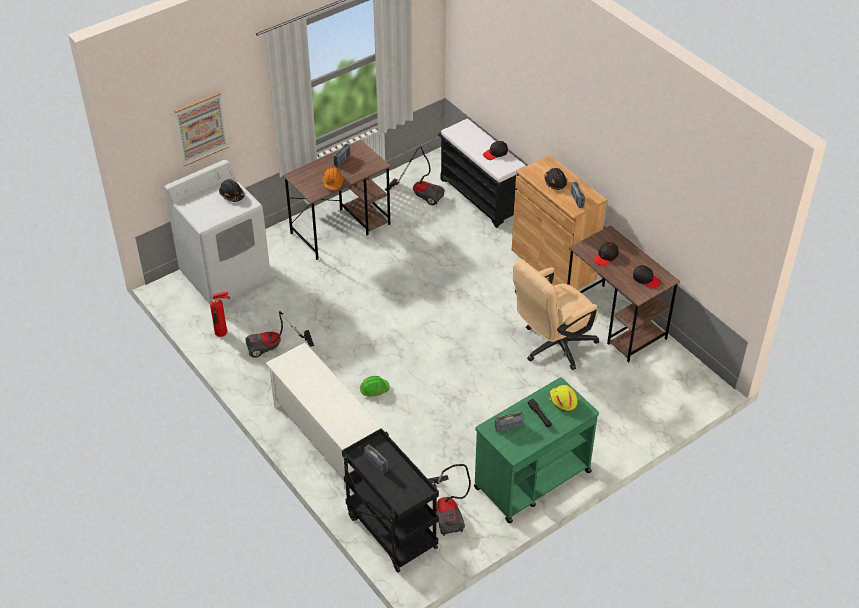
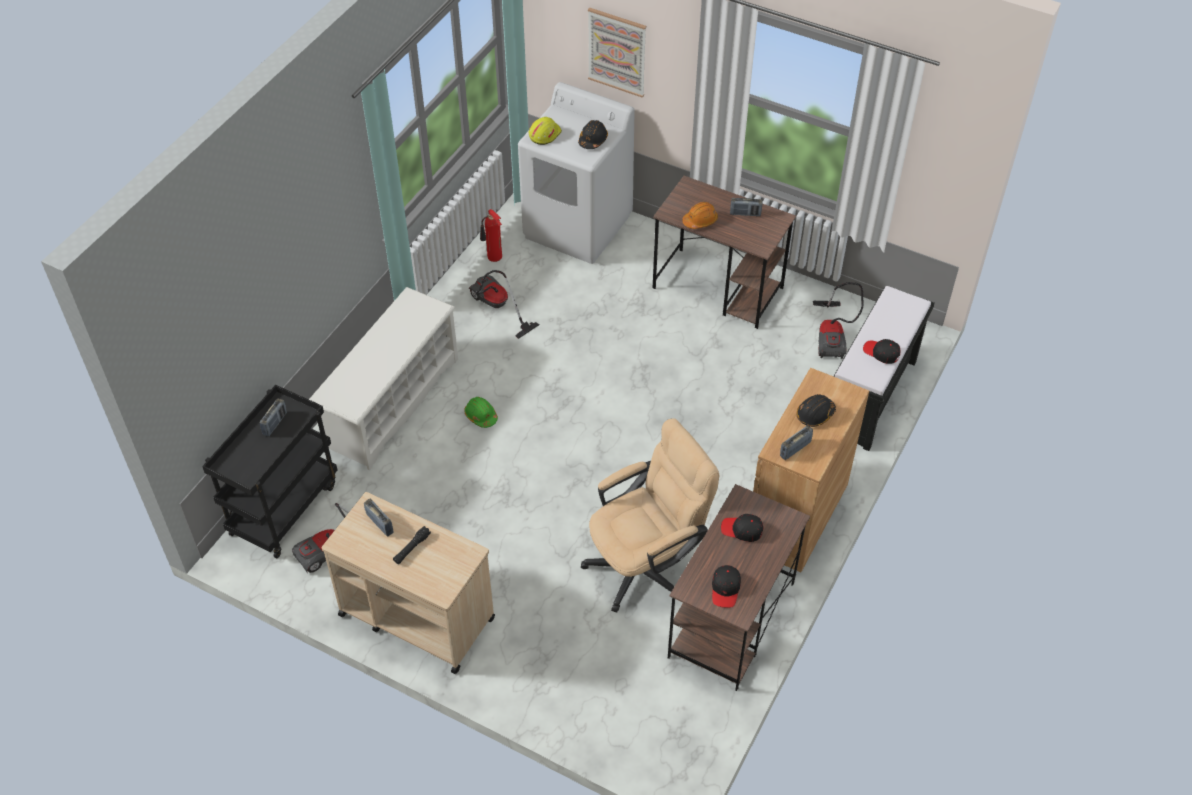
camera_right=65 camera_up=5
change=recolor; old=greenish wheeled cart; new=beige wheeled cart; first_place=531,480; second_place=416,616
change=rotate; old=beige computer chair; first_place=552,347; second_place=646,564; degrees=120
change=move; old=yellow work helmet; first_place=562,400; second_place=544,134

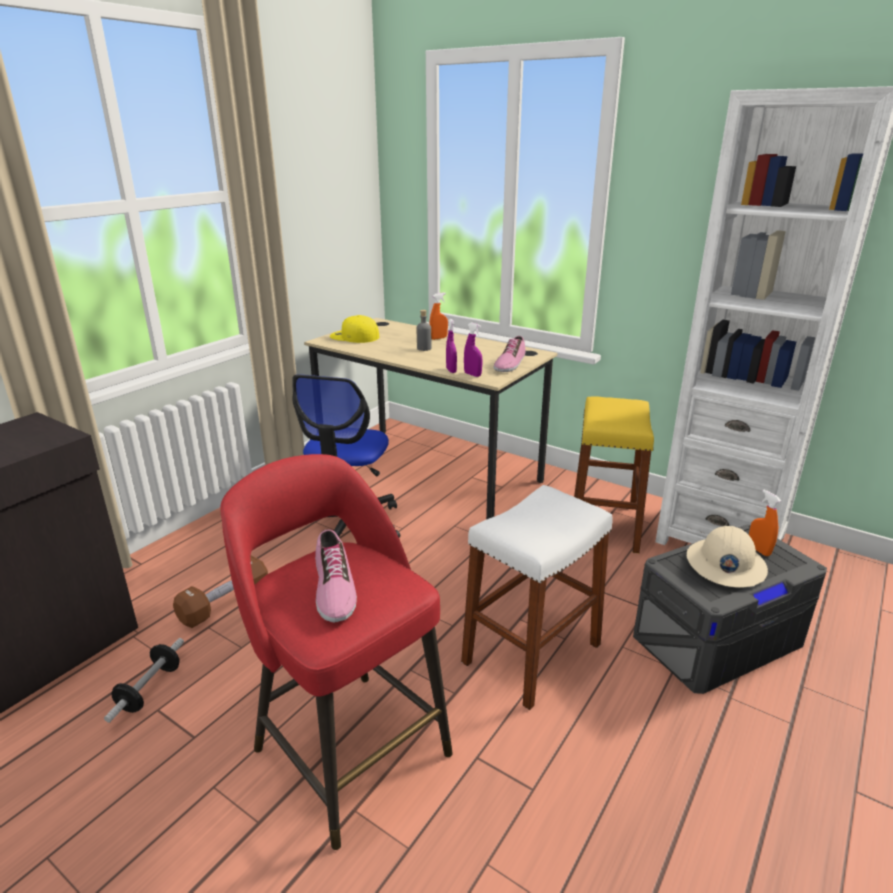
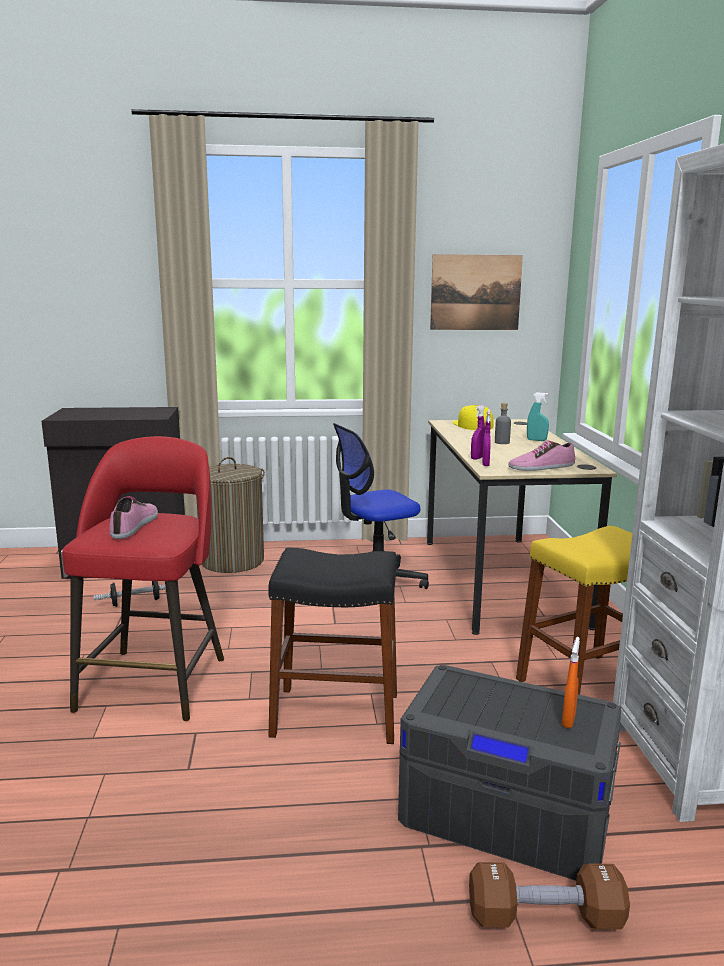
camera_right=50 camera_up=-10
change=move; old=brownish dumbbell; first_place=225,603; second_place=545,917
change=rotate; old=item of footwear; first_place=332,587; second_place=135,525; degrees=150
change=recolor; old=orange spray bottle; new=turquoise spray bottle; first_place=438,338; second_place=536,440
change=recolor; old=white sitting stool; new=blackish sitting stool; first_place=532,653; second_place=336,714
change=delete; old=beige work helmet; first_place=725,564
change=insert; new=hamper; second_place=232,561
change=insert; new=wall art; second_place=475,292

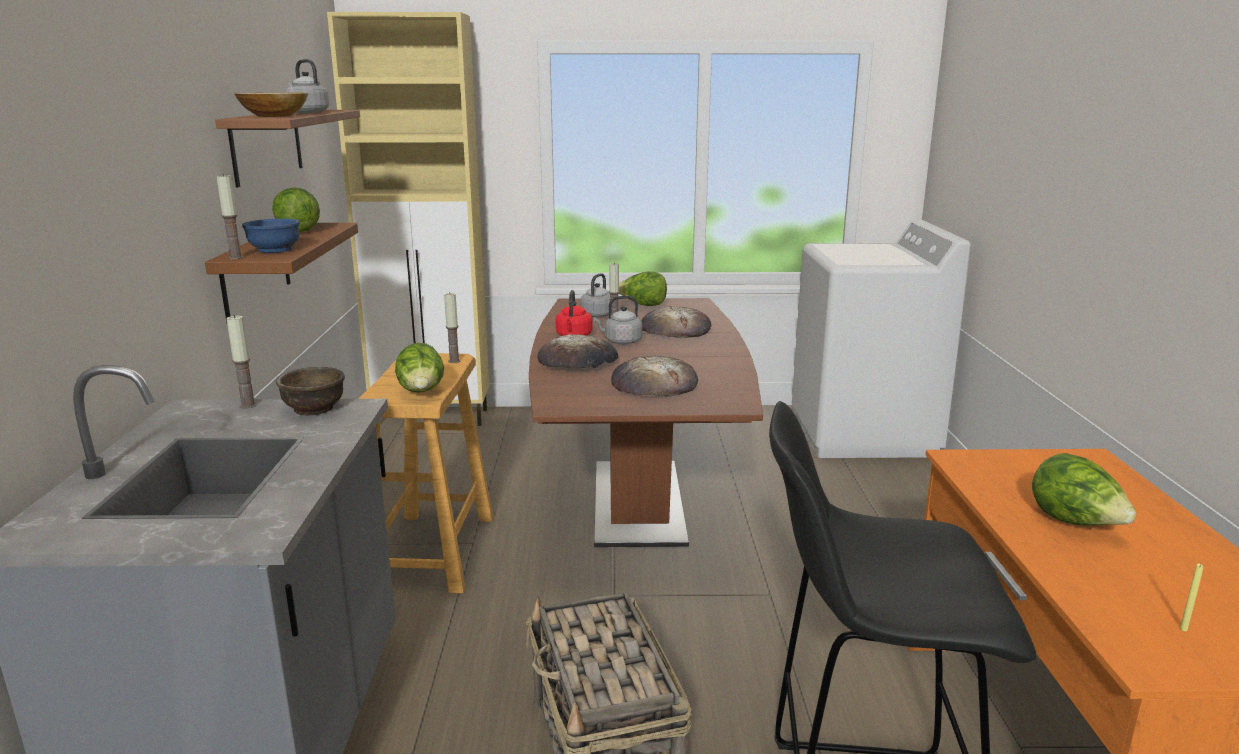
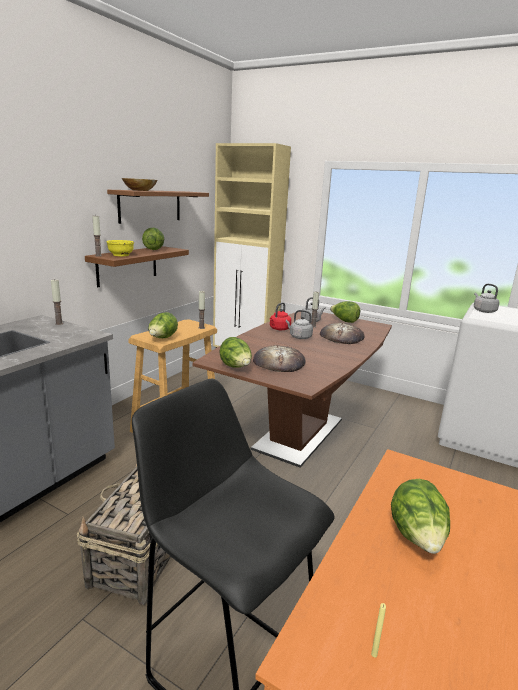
camera_right=30 camera_up=0
change=recolor; old=bluish serving bowl; new=yellow serving bowl; first_place=274,250; second_place=120,255
change=delete; old=brownish serving bowl; first_place=313,408
change=move; old=grey kettle; first_place=307,112; second_place=483,311
change=delete; old=bakery bread; first_place=578,361
change=insert; new=lettuce head; second_place=236,367

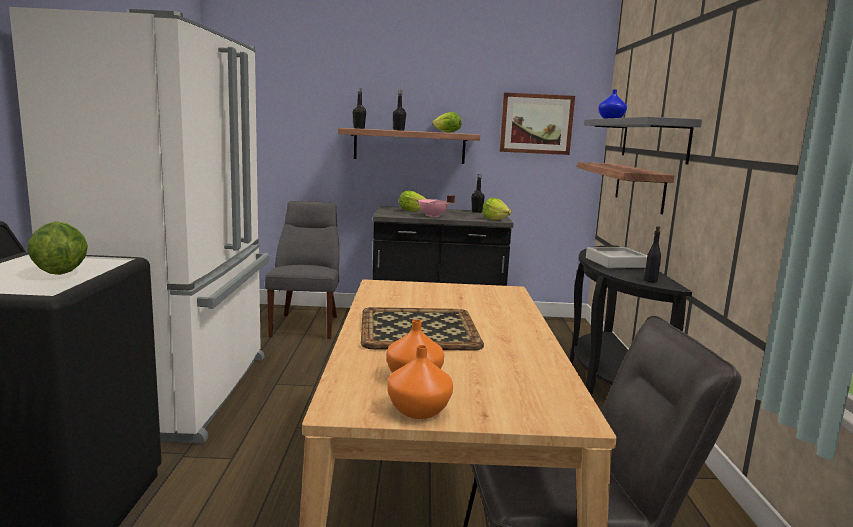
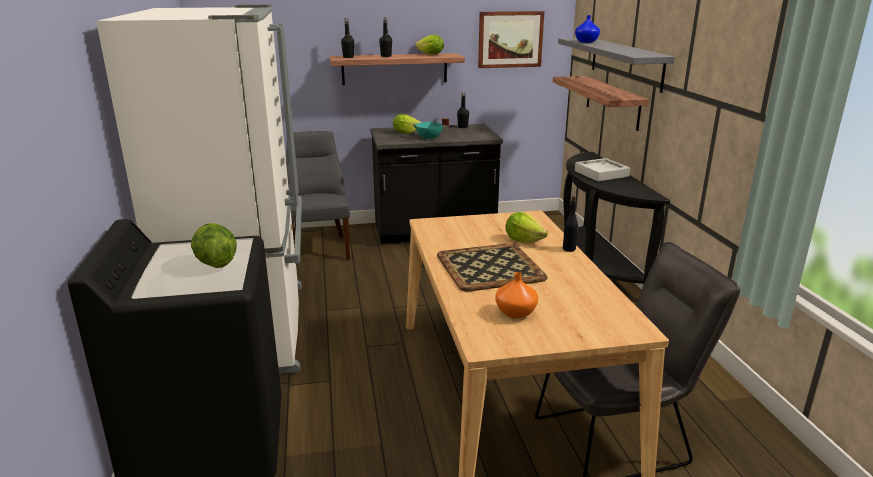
camera_right=-10 camera_up=10
change=delete; old=orange vase; first_place=419,411
change=recolor; old=pinkish stockpot; new=turquoise stockpot; first_place=432,216; second_place=429,138
change=move; old=lettuce head; first_place=495,219; second_place=523,240
change=move; old=blackish drink bottle; first_place=651,281; second_place=569,249

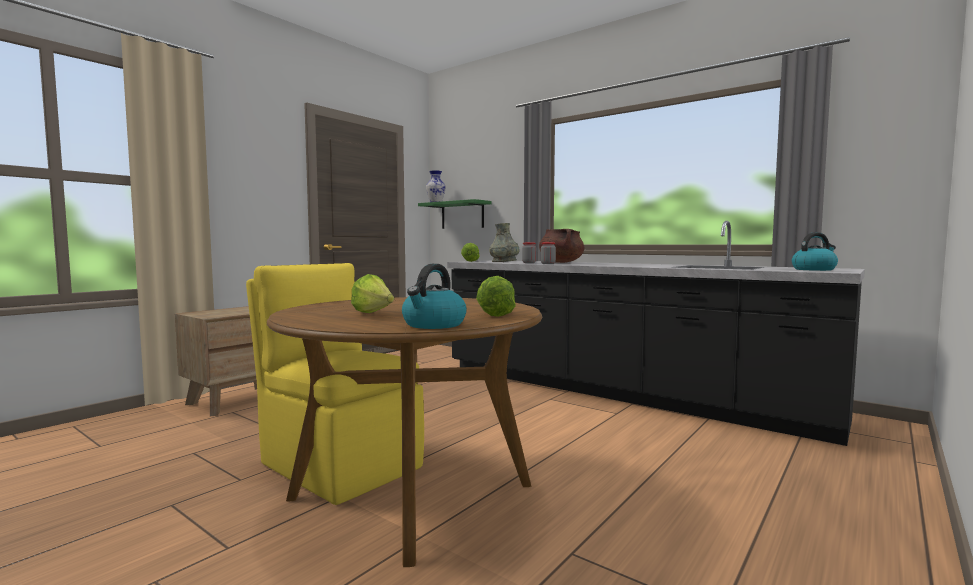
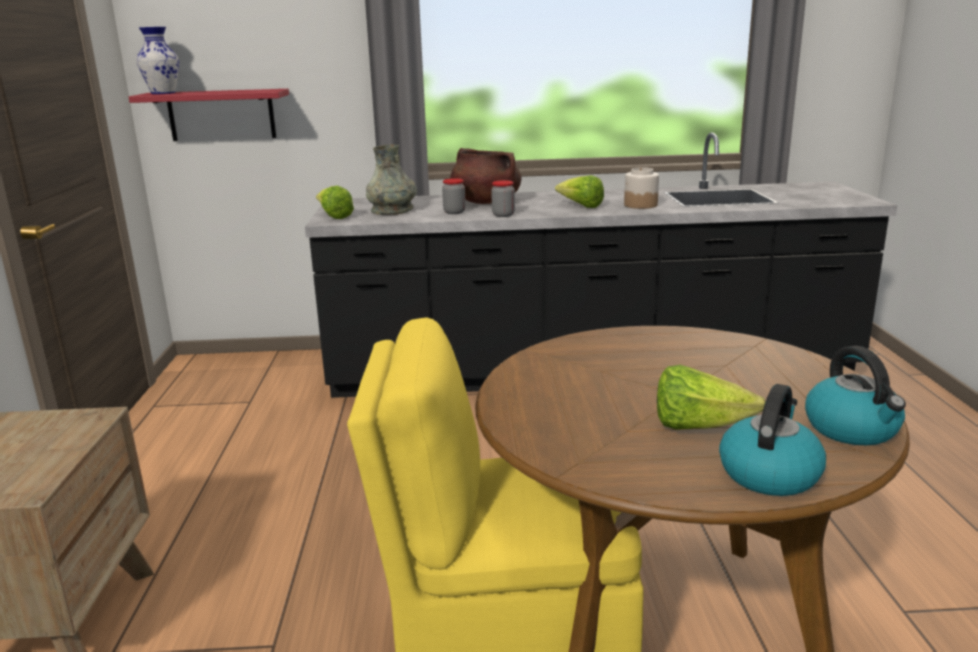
camera_right=-40 camera_up=15
change=recolor; old=greenish bracket shelf; new=red-coloured bracket shelf; first_place=462,215; second_place=221,115
change=move; old=lettuce head; first_place=494,314; second_place=581,206
change=move; old=kettle; first_place=814,269; second_place=769,473
change=insert; new=preserve jar; second_place=640,205

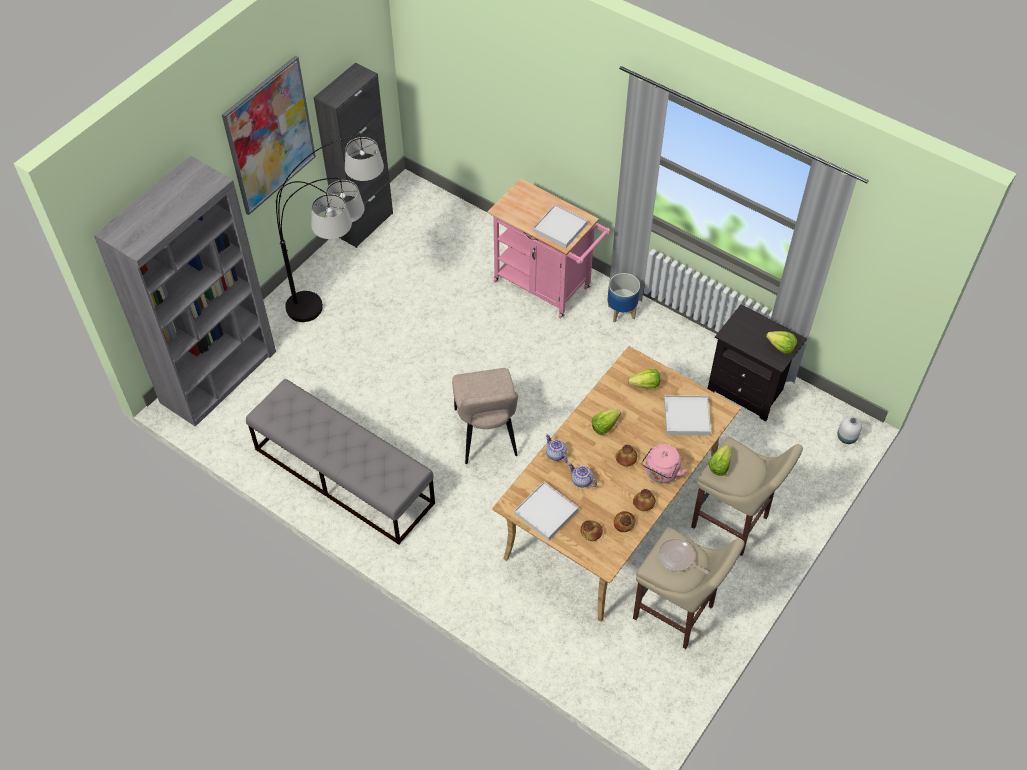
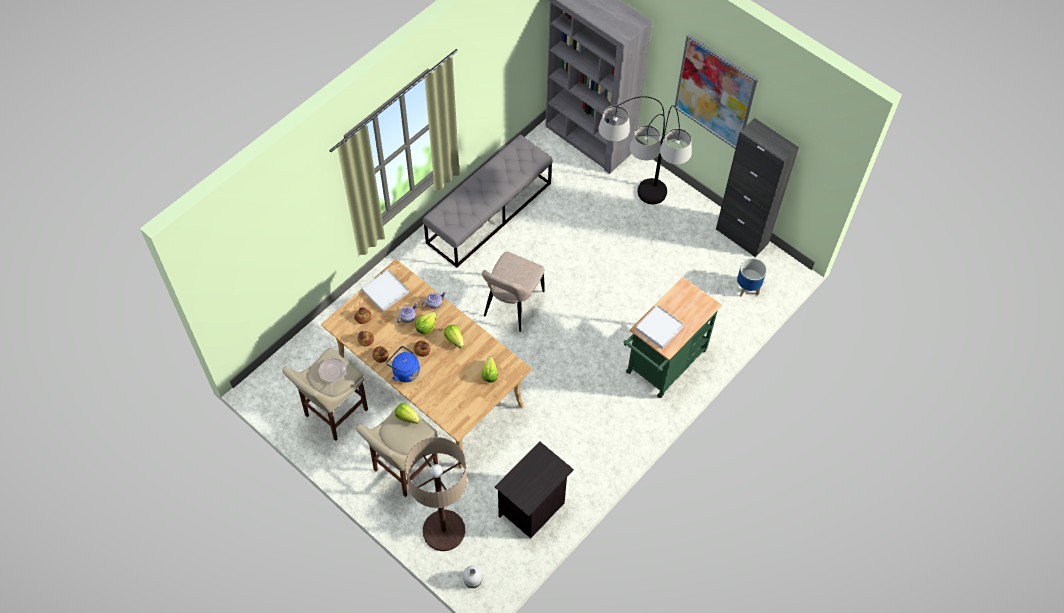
camera_right=95 camera_up=5
change=rotate; old=beige upright chair; first_place=486,436; second_place=512,306; degrees=-60
change=recolor; old=pinkish wheeled cart; new=greenish wheeled cart; first_place=547,287; second_place=663,366
change=move; old=flower pot; first_place=621,312; second_place=748,288
change=recolor; old=pinkish kettle; new=bluish kettle; first_place=661,473; second_place=404,371
change=rotate; old=pan; first_place=677,558; second_place=332,373; degrees=-45
change=delete; old=white carrying tray; first_place=686,417
change=move; old=lettuce head; first_place=781,347; second_place=426,326
change=insert; new=standing lamp; second_place=444,530

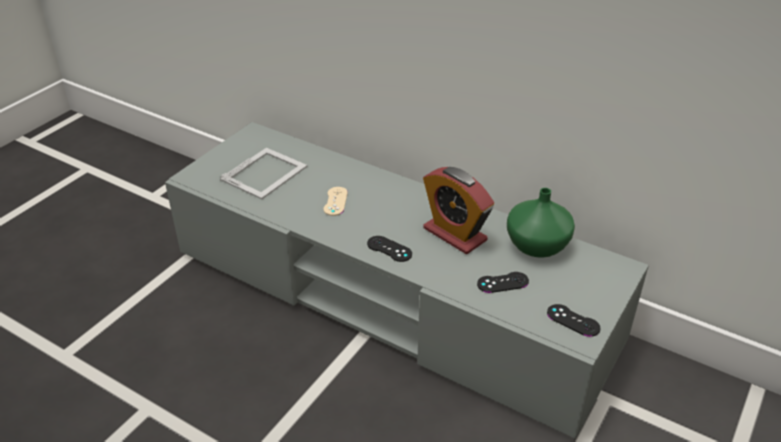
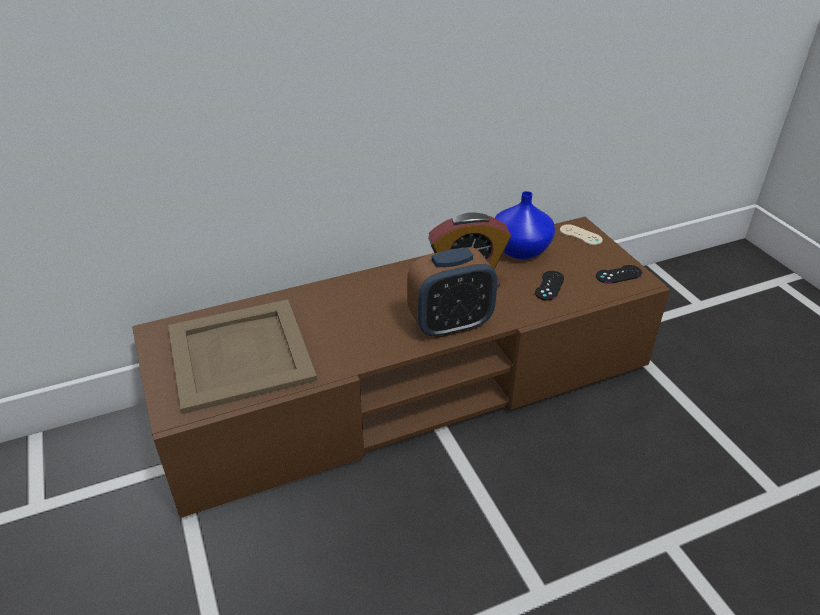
camera_right=-55 camera_up=0
change=recolor; old=grey tv unit; new=brownish tv unit; first_place=390,296; second_place=410,388
change=replace; old=standing frame; new=beige carrying tray; first_place=265,173; second_place=241,353
change=move; old=beige gamepad; first_place=335,201; second_place=580,235
change=replace; old=blackish gamepad; new=bedside clock; first_place=389,249; second_place=450,324
change=recolor; old=greenish vase; new=bluish vase; first_place=536,245; second_place=519,250

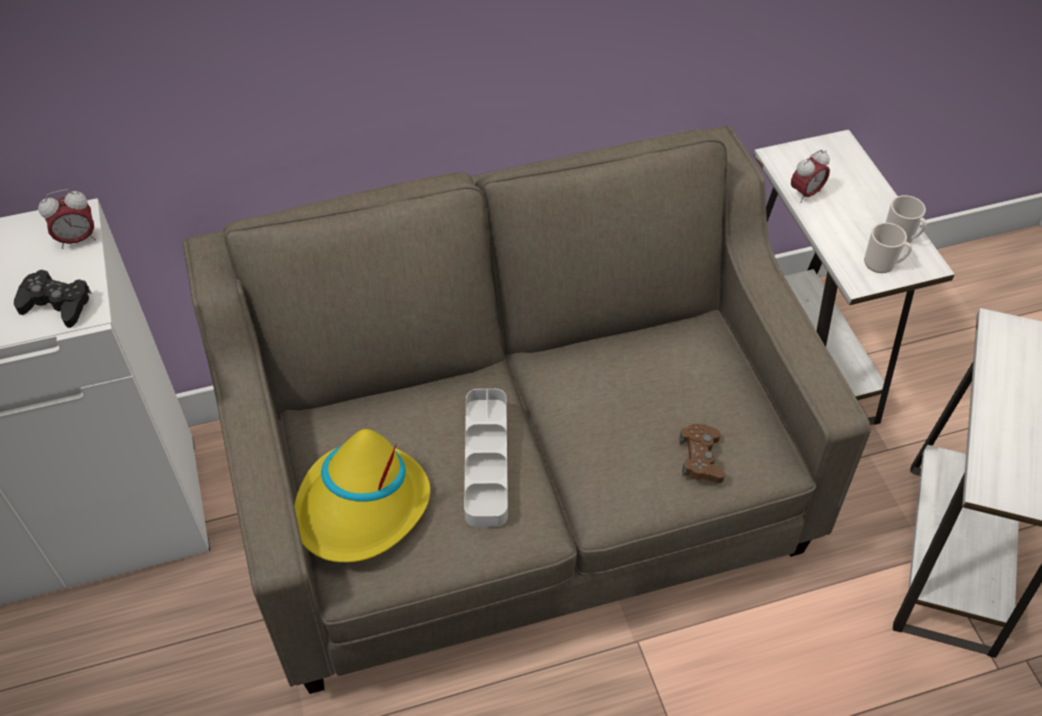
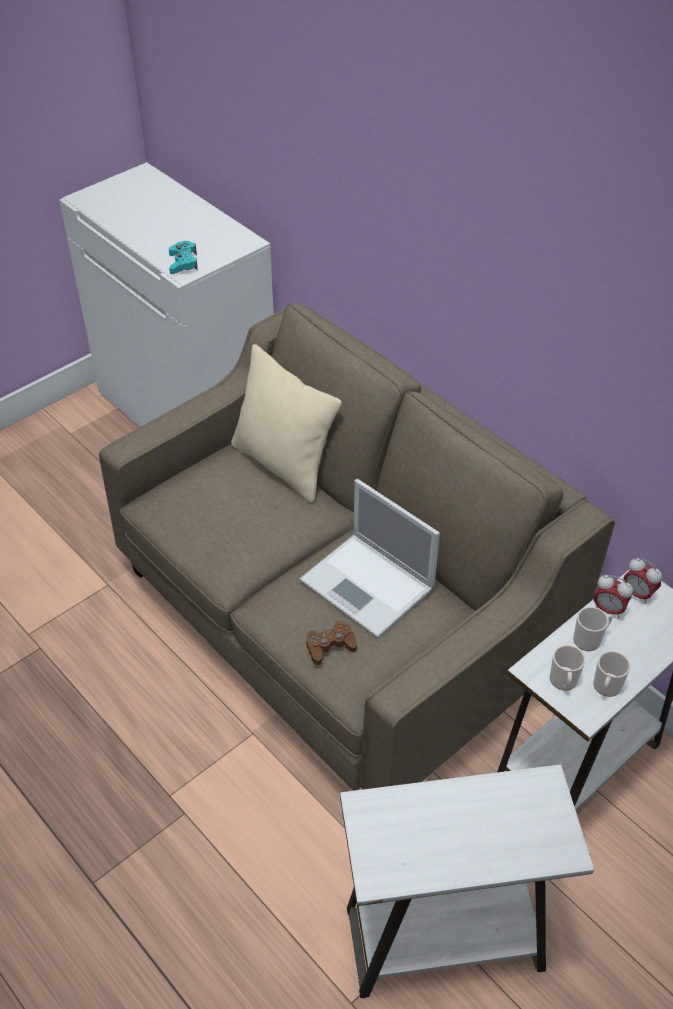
camera_right=65 camera_up=-5
change=recolor; old=blackish gamepad; new=turquoise gamepad; first_place=56,304; second_place=183,263
change=move; old=bedside clock; first_place=77,239; second_place=637,594
change=delete; old=yellow wearable hat; first_place=362,507
change=delete; old=grey carrying tray; first_place=486,461
change=insert; new=beige throw pillow; second_place=284,465
change=insert; new=portable computer; second_place=369,586
change=insert; new=coffee mug; second_place=590,639

